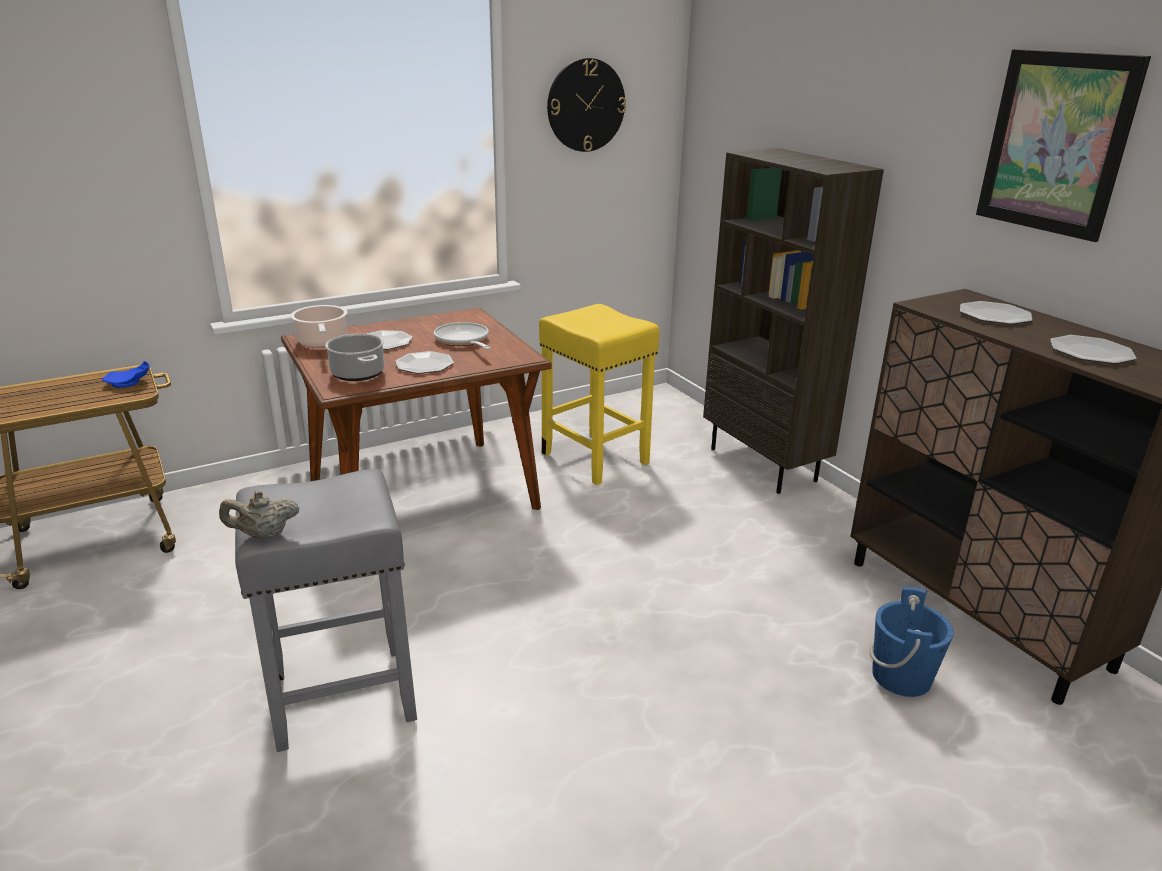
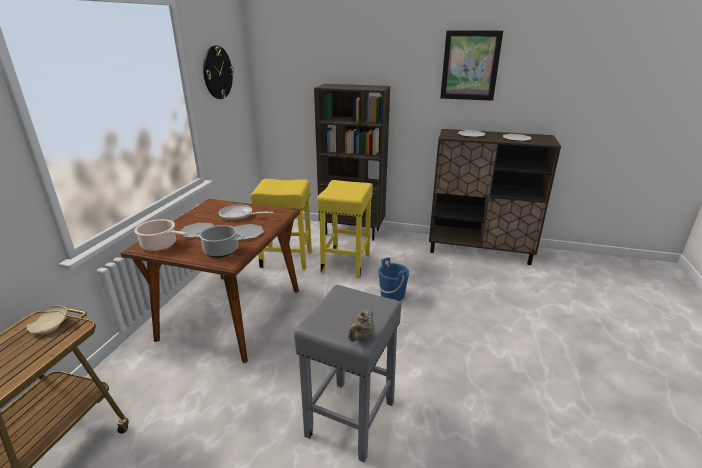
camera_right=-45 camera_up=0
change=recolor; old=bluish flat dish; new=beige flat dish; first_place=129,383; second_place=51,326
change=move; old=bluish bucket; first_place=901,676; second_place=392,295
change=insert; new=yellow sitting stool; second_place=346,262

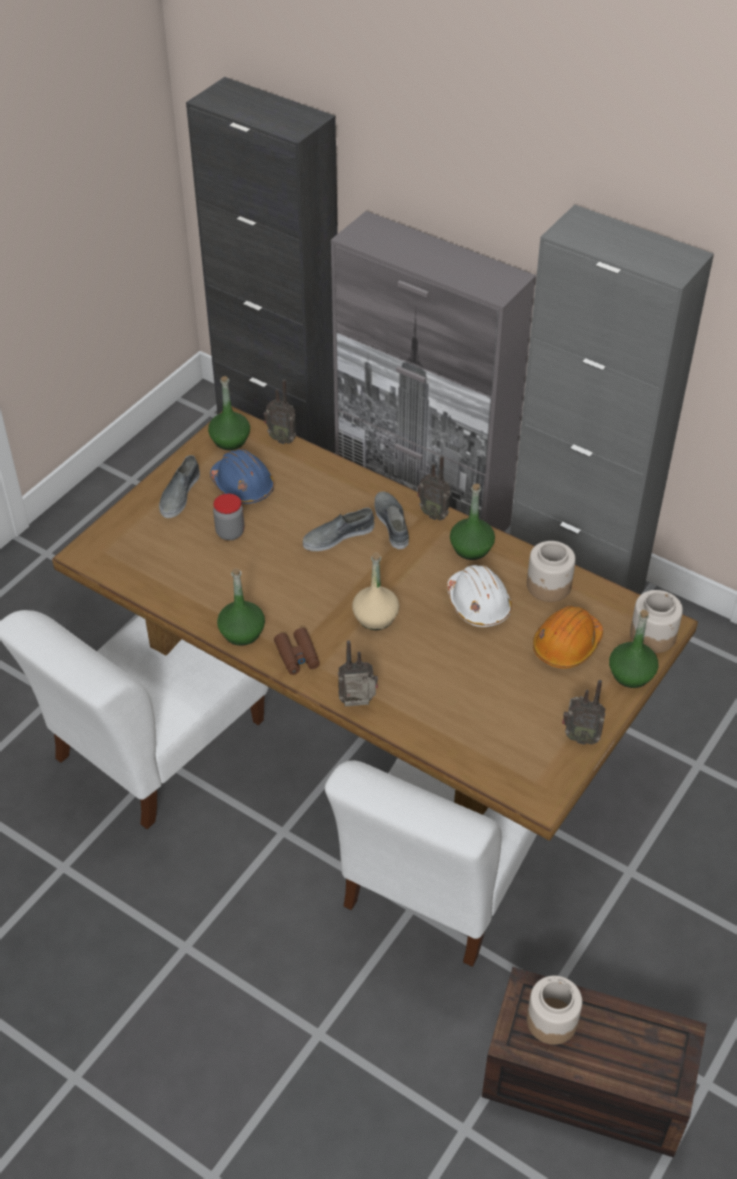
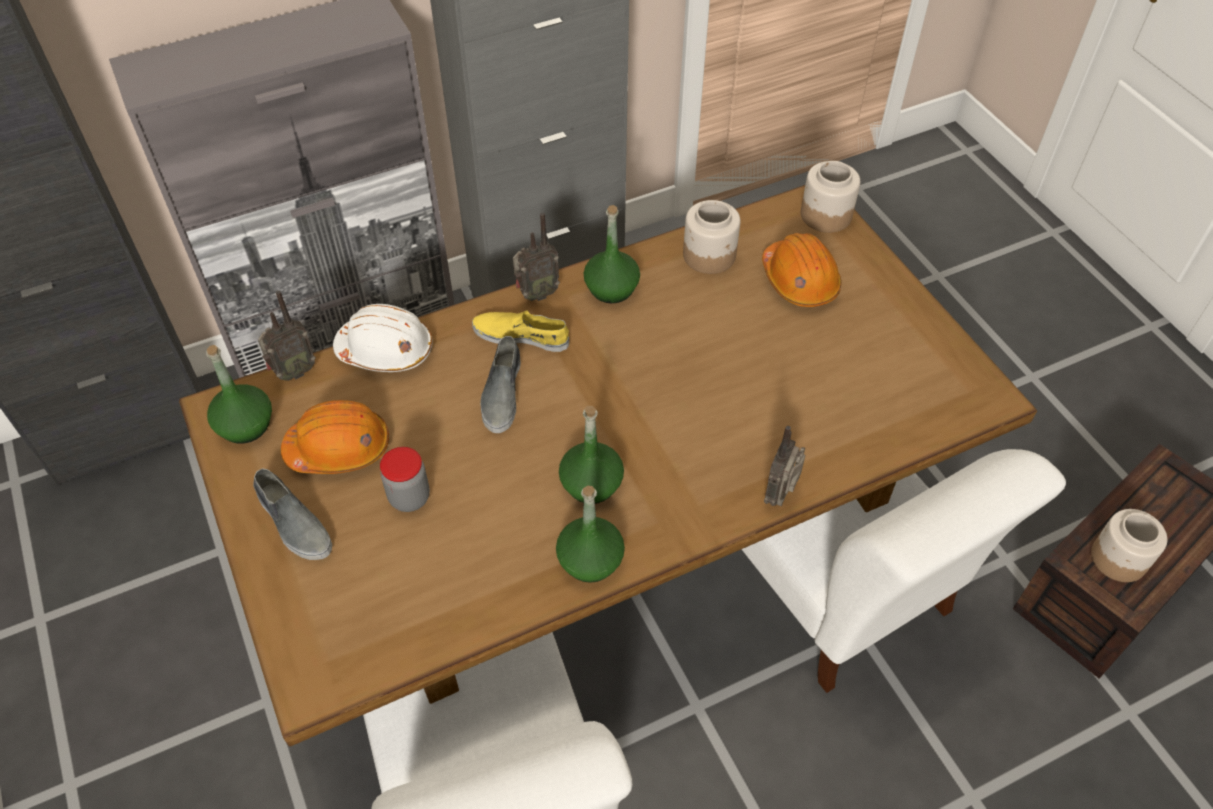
camera_right=-60 camera_up=5
change=recolor; old=bluish work helmet; new=orange work helmet; first_place=242,486; second_place=339,448
change=delete; old=brownish binoculars; first_place=297,656
change=delete; old=beige drink bottle; first_place=375,617
change=recolor; old=grey item of footwear; new=yellow item of footwear; first_place=392,523; second_place=521,335
change=move; old=white work helmet; first_place=478,604; second_place=386,350
change=delete; old=radio receiver; first_place=580,737
change=move; old=greenish drink bottle; first_place=631,674; second_place=591,484

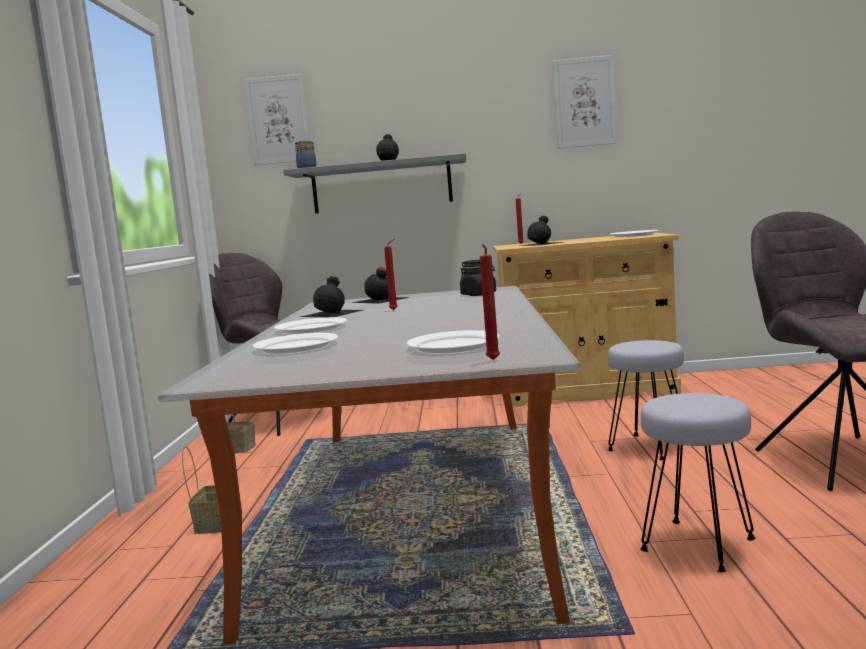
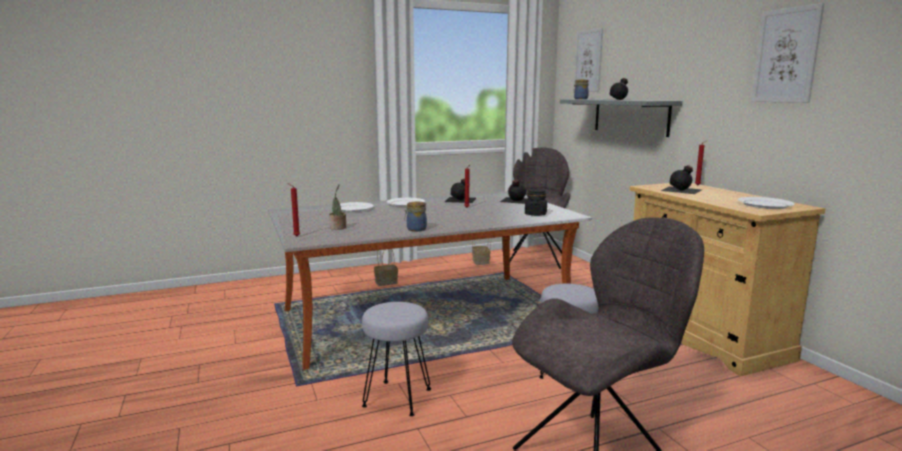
camera_right=65 camera_up=5
change=replace; old=white flat dish; new=potted plant; first_place=453,345; second_place=338,228
change=insert; new=preserve jar; second_place=415,229

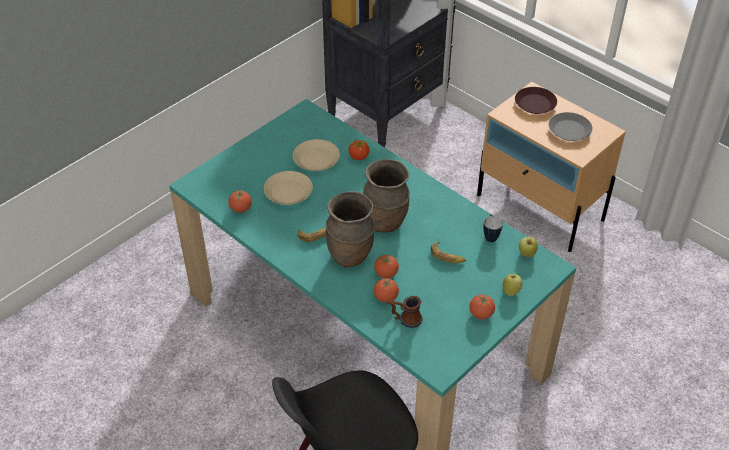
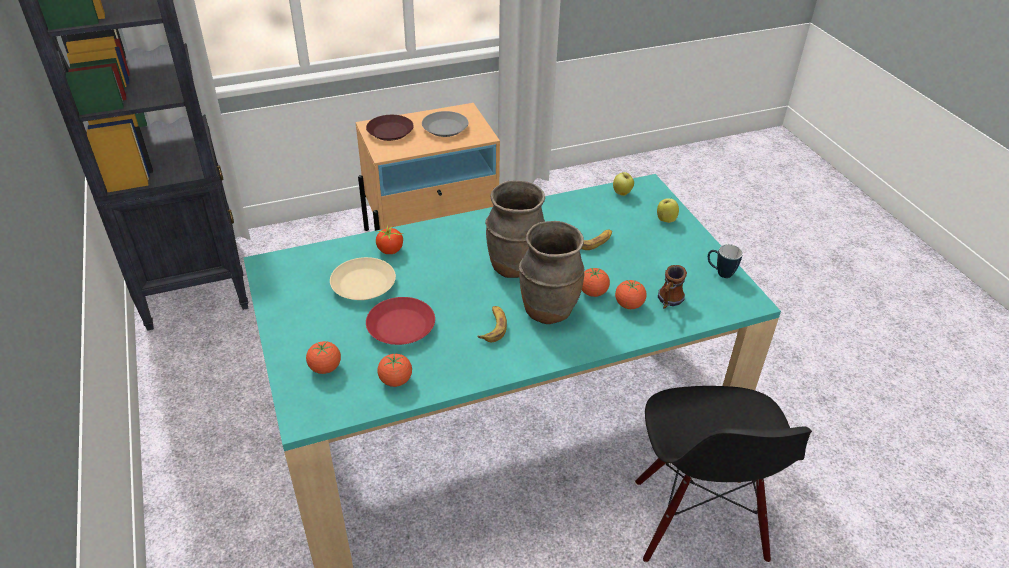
camera_right=-65 camera_up=-5
change=recolor; old=beige flat dish; new=red-coloured flat dish; first_place=288,192; second_place=401,327
change=move; old=whole tomato; first_place=481,314; second_place=325,368
change=move; old=coffee mug; first_place=490,236; second_place=720,273

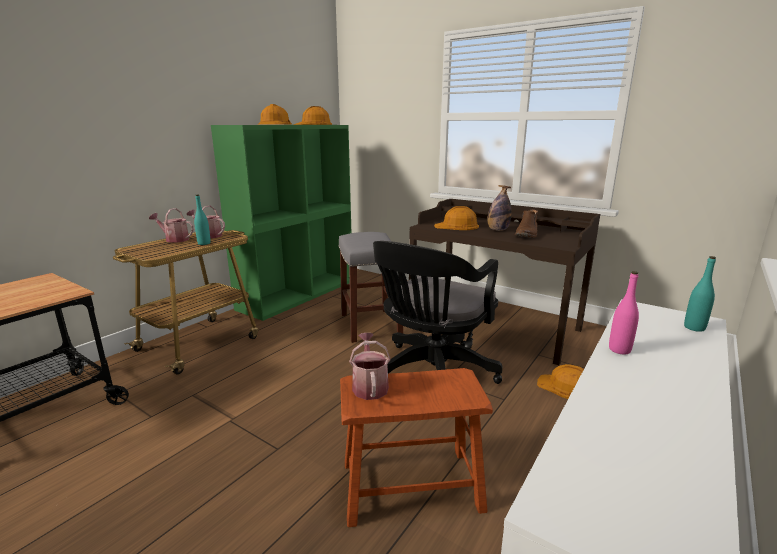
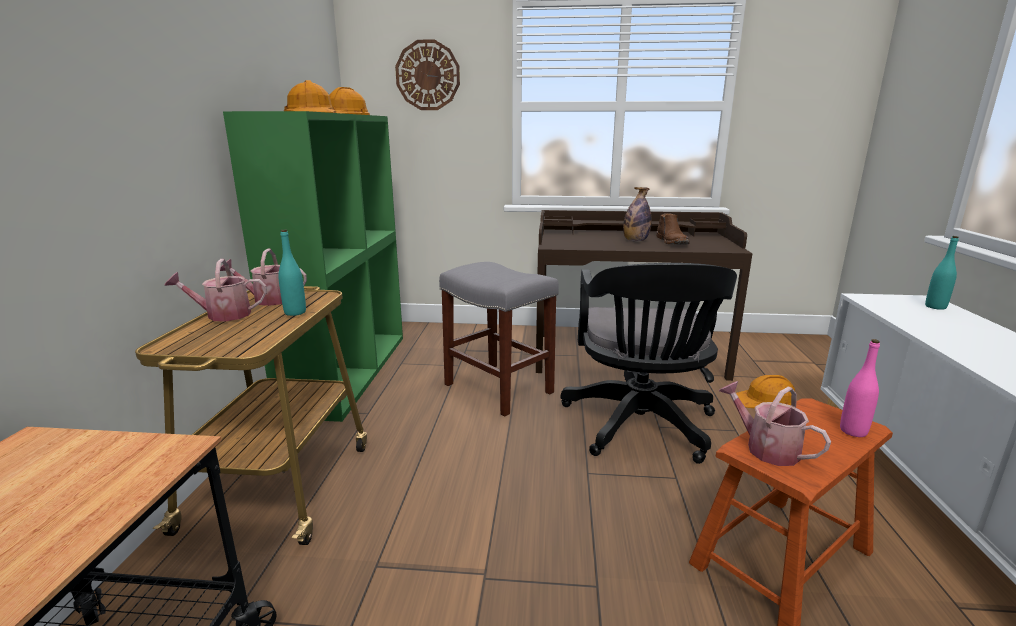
camera_right=-30 camera_up=0
change=delete; old=orange work helmet; first_place=457,226
change=move; old=pinkish drink bottle; first_place=619,350; second_place=853,431
change=insert; new=clock on the wall; second_place=428,75

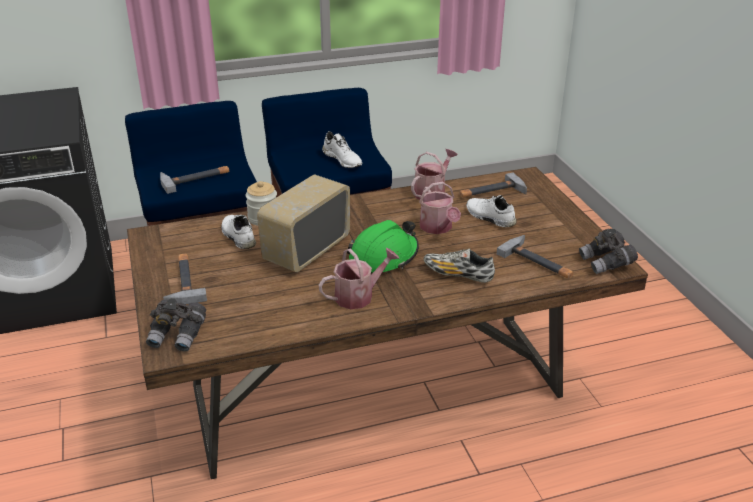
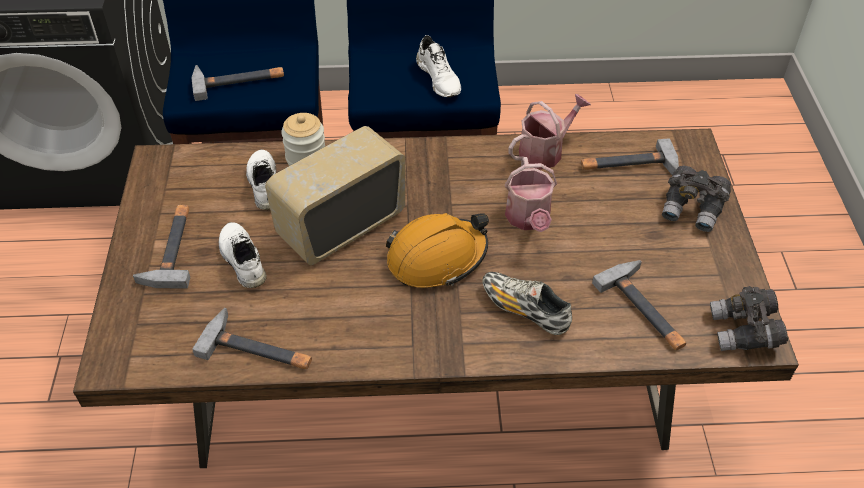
camera_right=15 camera_up=15
change=move; old=grey binoculars; first_place=178,335; second_place=693,209
change=delete; old=sprinkling can; first_place=359,296
change=recolor; old=greenish work helmet; new=orange work helmet; first_place=384,257; second_place=437,258
change=move; old=white item of footwear; first_place=489,217; second_place=241,260
change=insert; new=hand hammer; second_place=258,349

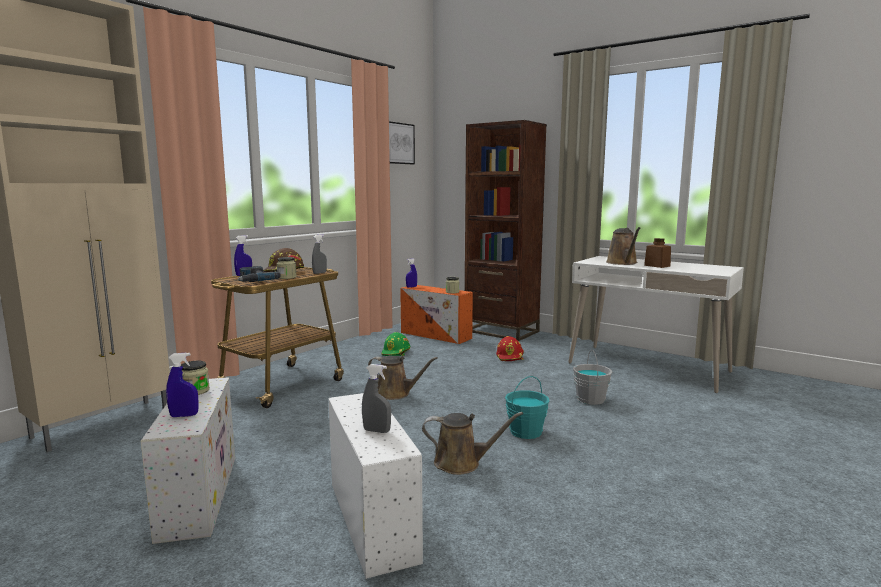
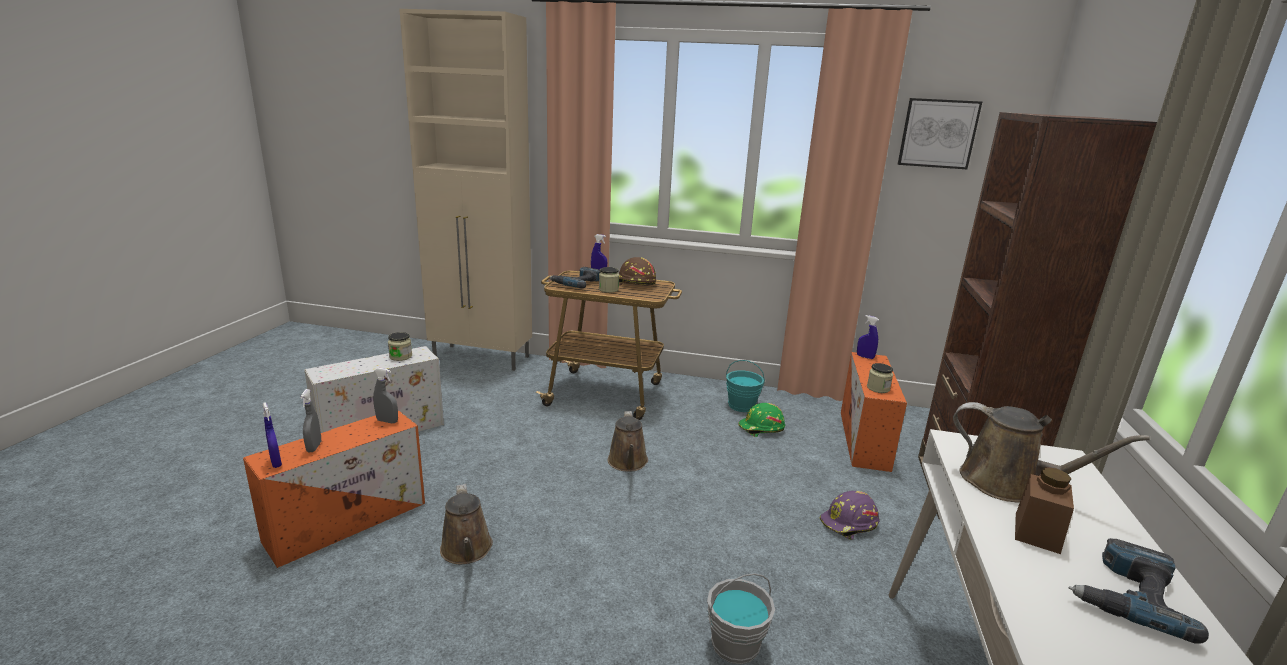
camera_right=65 camera_up=10
change=move; old=bluish spray bottle; first_place=184,415; second_place=276,462
change=move; old=grey spray bottle; first_place=319,273; second_place=387,421
change=recolor; old=white storage container; new=orange storage container; first_place=371,518; second_place=349,520
change=recolor; old=red-coloured work helmet; new=purplish work helmet; first_place=510,357; second_place=849,524
change=move; old=turquoise bucket; first_place=526,432; second_place=741,406
change=rotate; old=brownish sprinkling can; first_place=623,263; second_place=1007,484; degrees=-120
change=insert; new=electric drill; second_place=1126,594

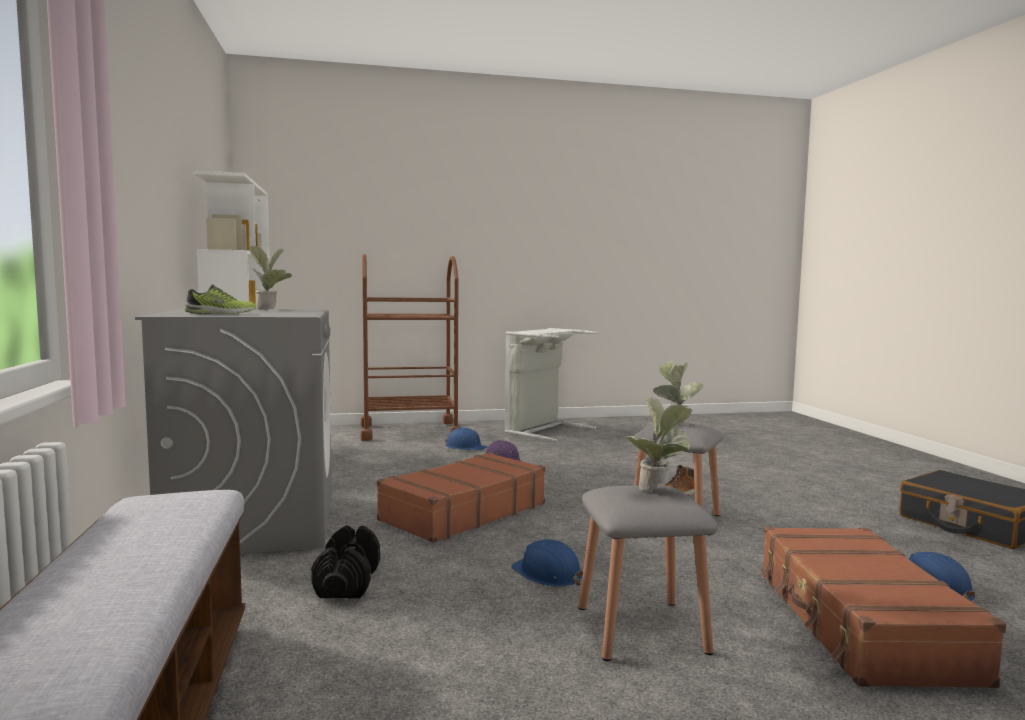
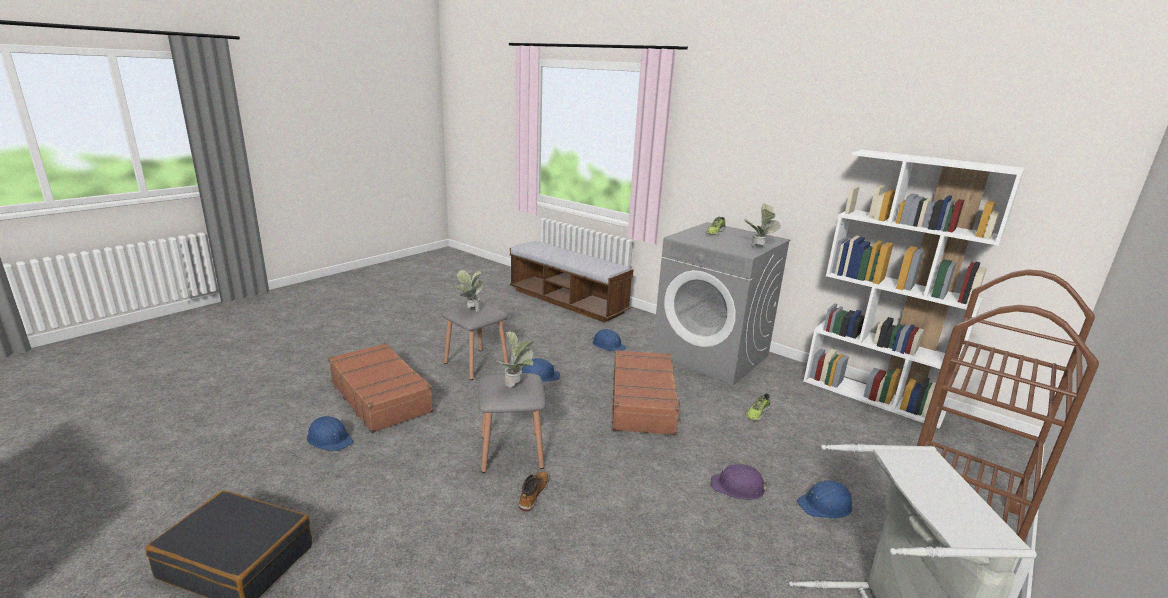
camera_right=140 camera_up=15
change=replace; old=blackish dumbbell; new=bluish work helmet; first_place=347,582; second_place=608,345
change=insert; new=item of footwear; second_place=757,412

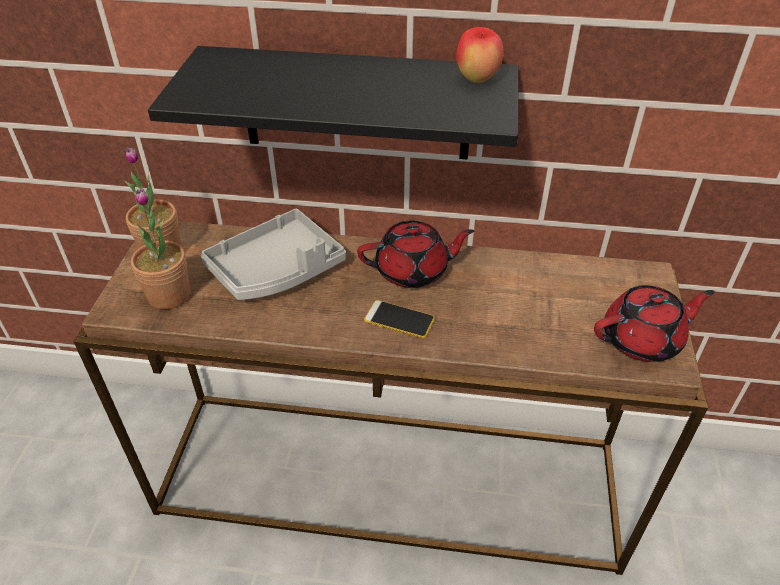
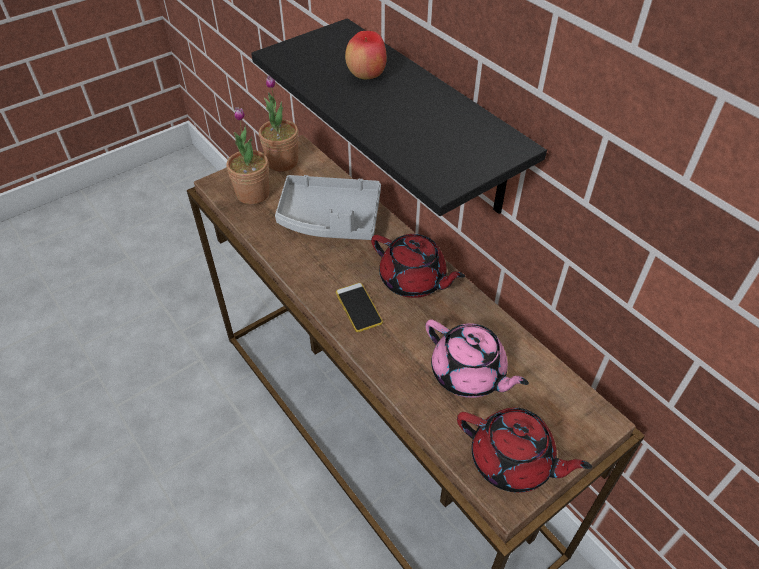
camera_right=45 camera_up=5
change=move; old=apple fruit; first_place=477,79; second_place=366,76
change=insert; new=pinkish pot for tea; second_place=469,374

